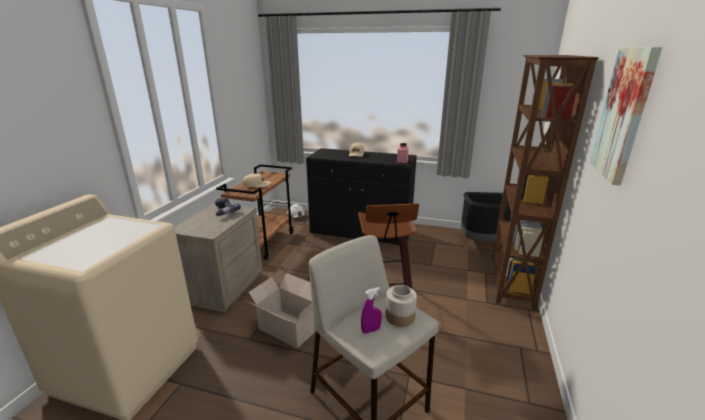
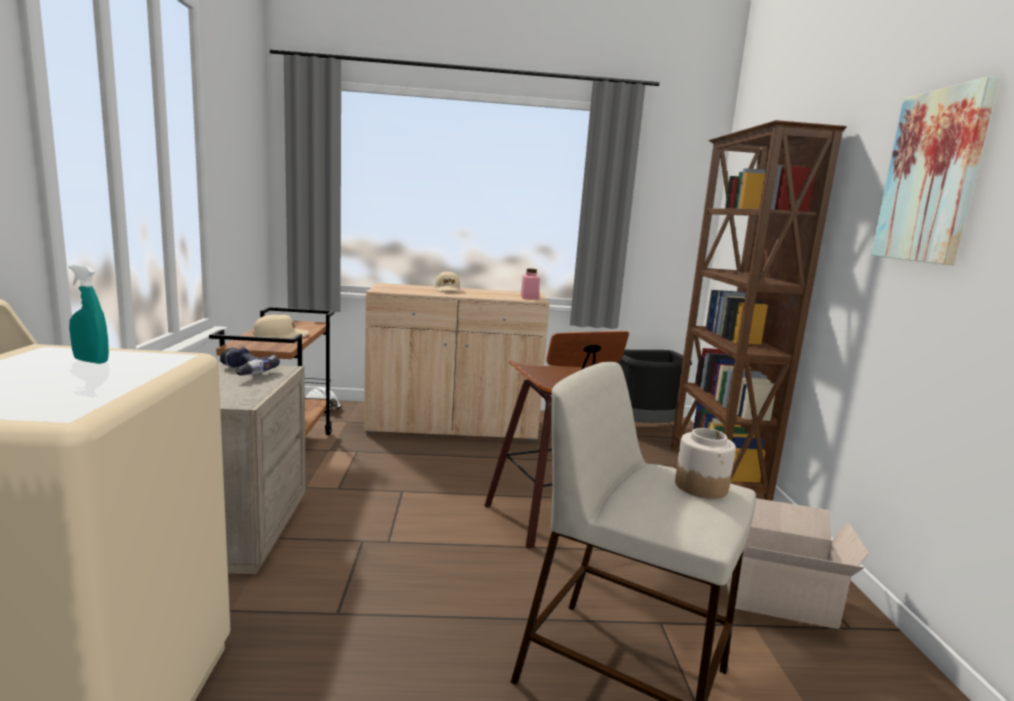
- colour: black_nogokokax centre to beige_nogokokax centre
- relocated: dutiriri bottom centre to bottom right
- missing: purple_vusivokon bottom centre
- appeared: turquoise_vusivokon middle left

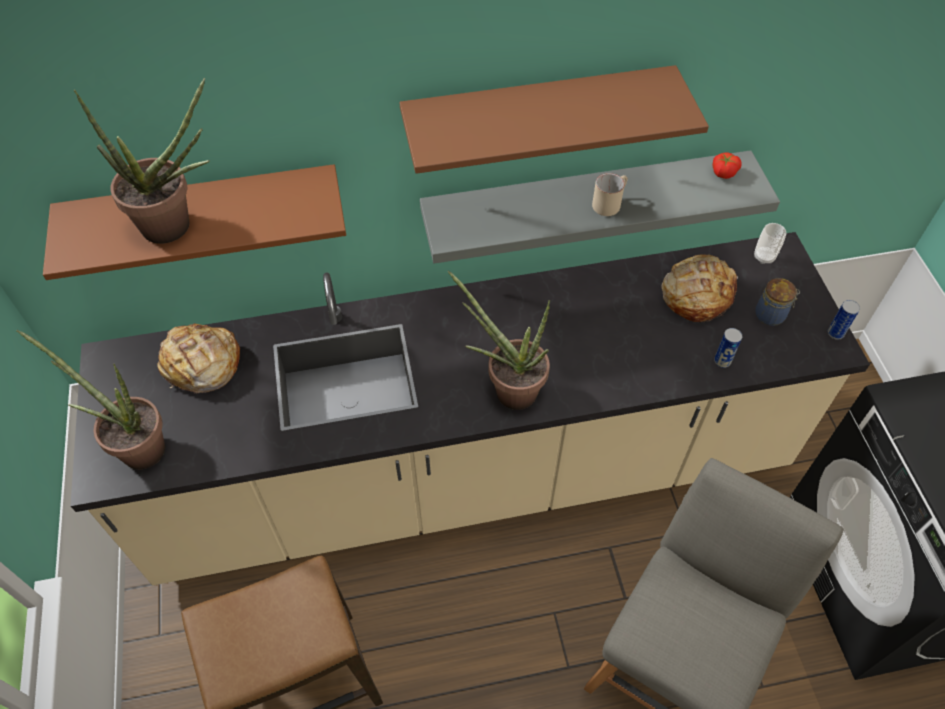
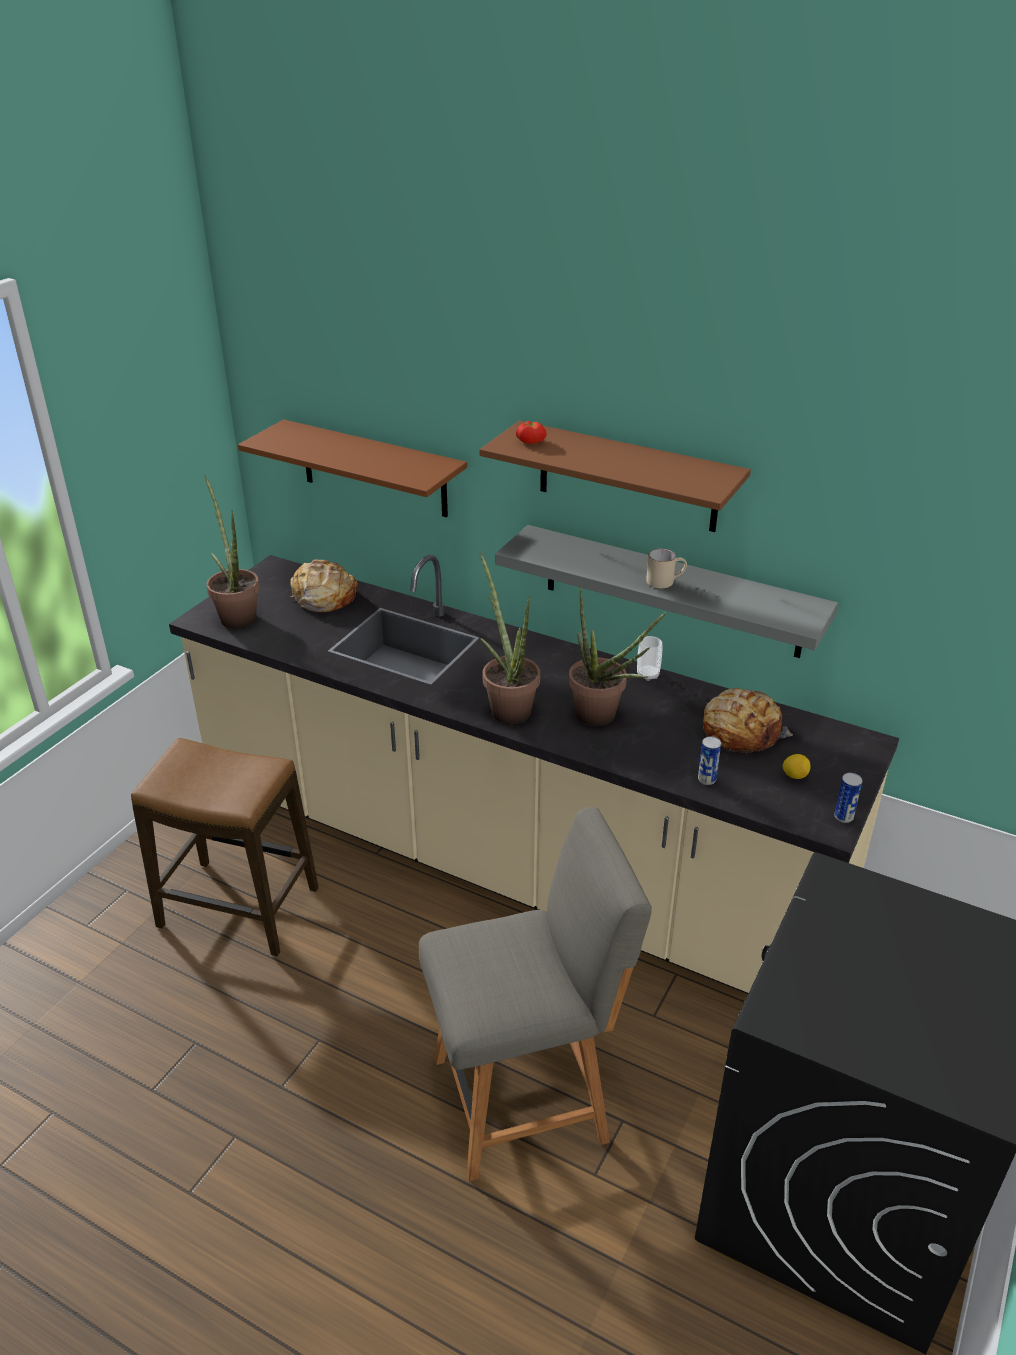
- relocated: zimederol (no. 2 from left in the first image) top left to zimederol (no. 3 from left) centre
- relocated: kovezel top right to top centre
- relocated: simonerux middle right to centre
- exchanged: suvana middle right to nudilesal middle right

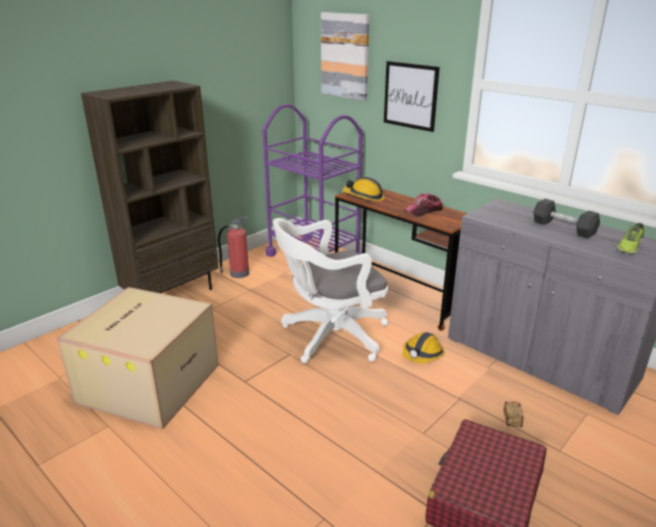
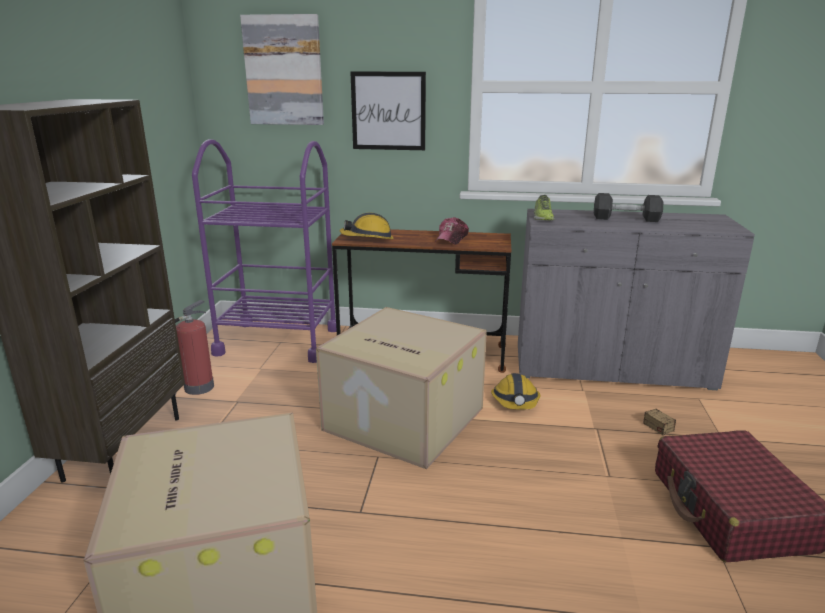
- exchanged: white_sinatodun centre to dutiriri (no. 2 from left) centre
- relocated: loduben middle right to centre

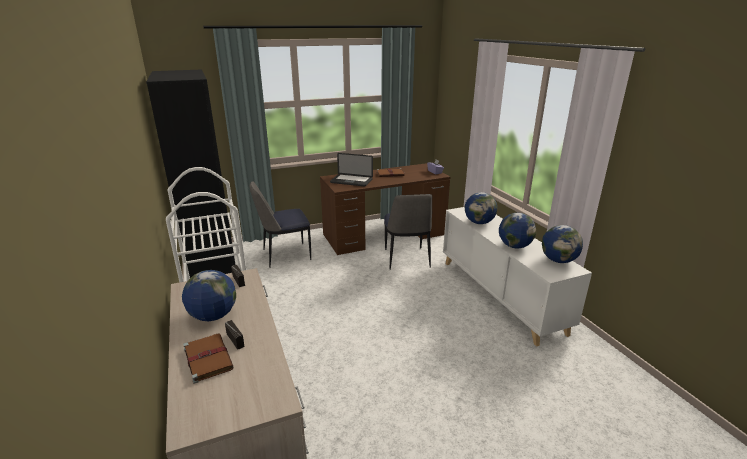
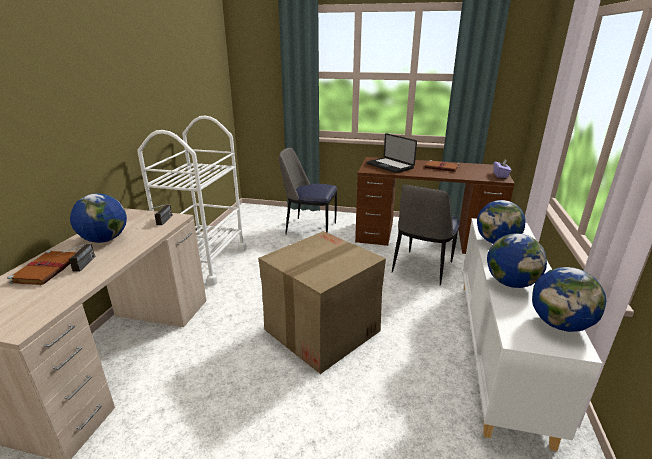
- missing: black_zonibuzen middle left
- appeared: dutiriri centre

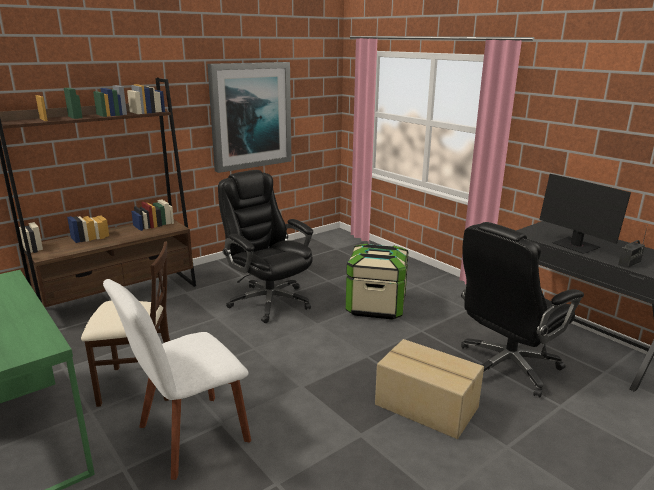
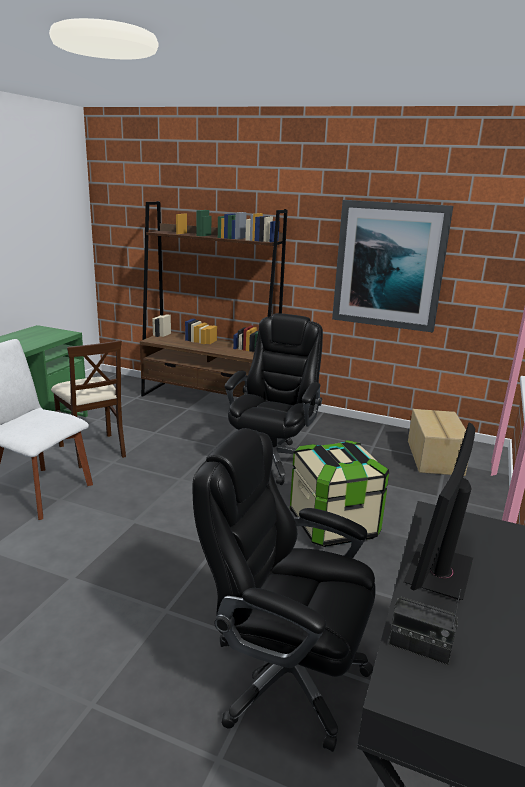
- relocated: dutiriri bottom centre to middle right

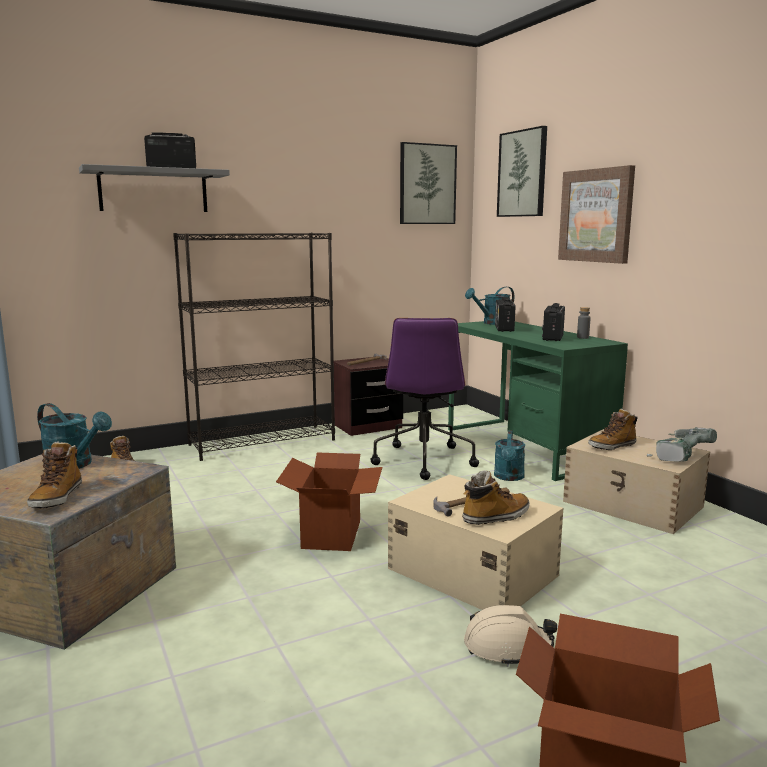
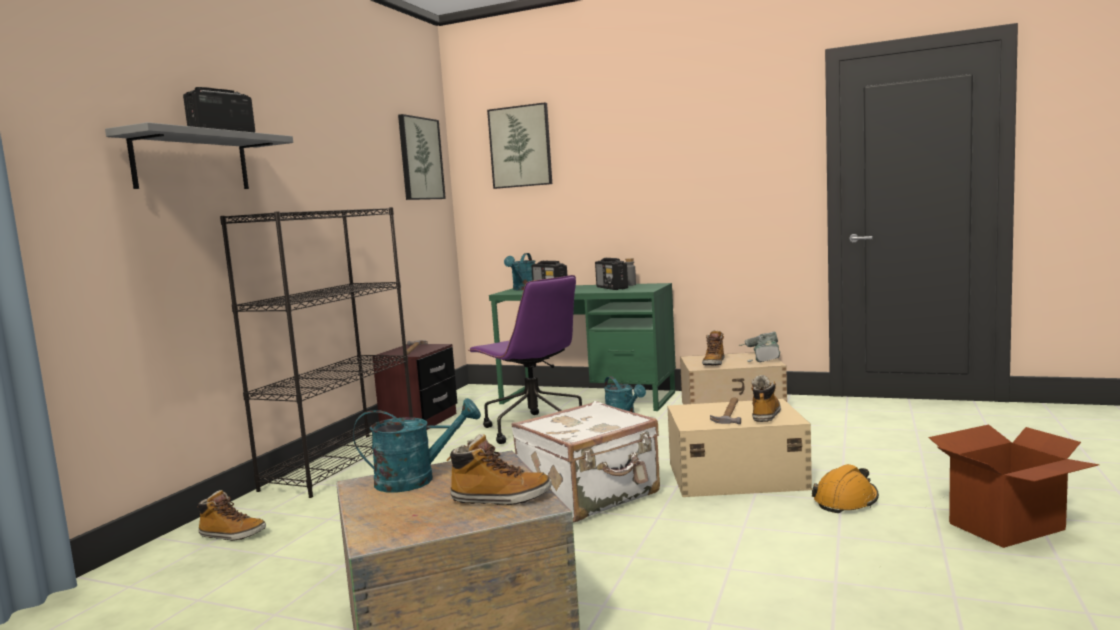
- missing: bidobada (no. 3 from left) top right
- spun: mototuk (no. 1 from left in the first image) middle left = bottom centre 45 degrees counterclockwise
- exchanged: dutiriri (no. 1 from left) centre to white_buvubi bottom centre
- colour: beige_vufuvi bottom centre to orange_vufuvi bottom right

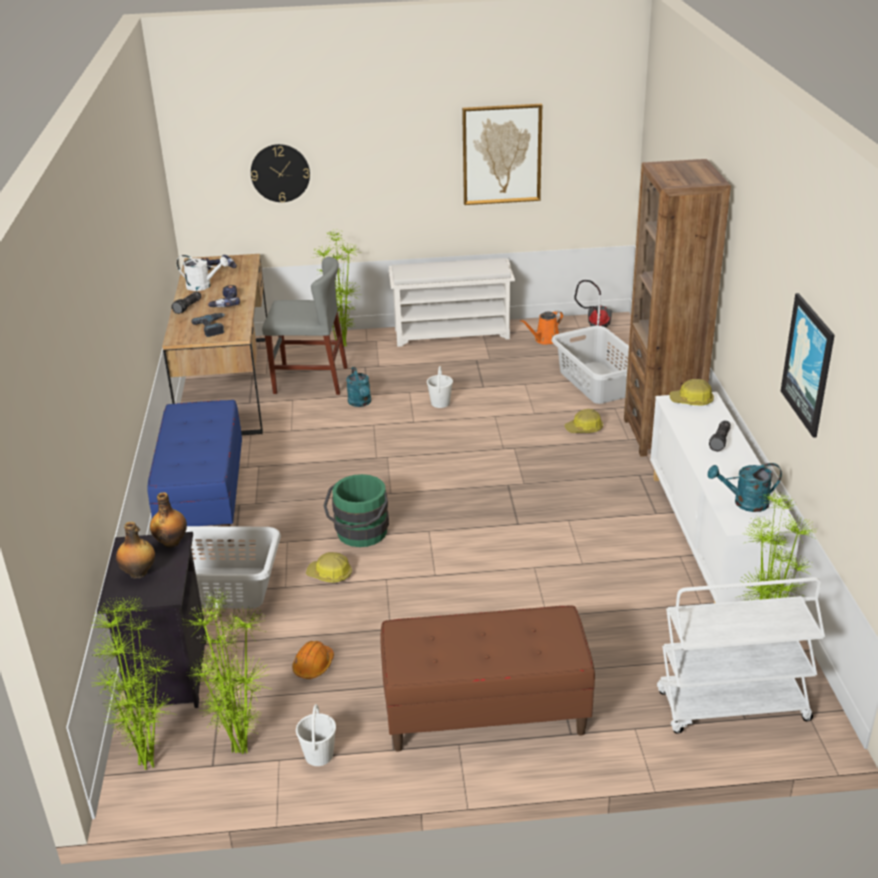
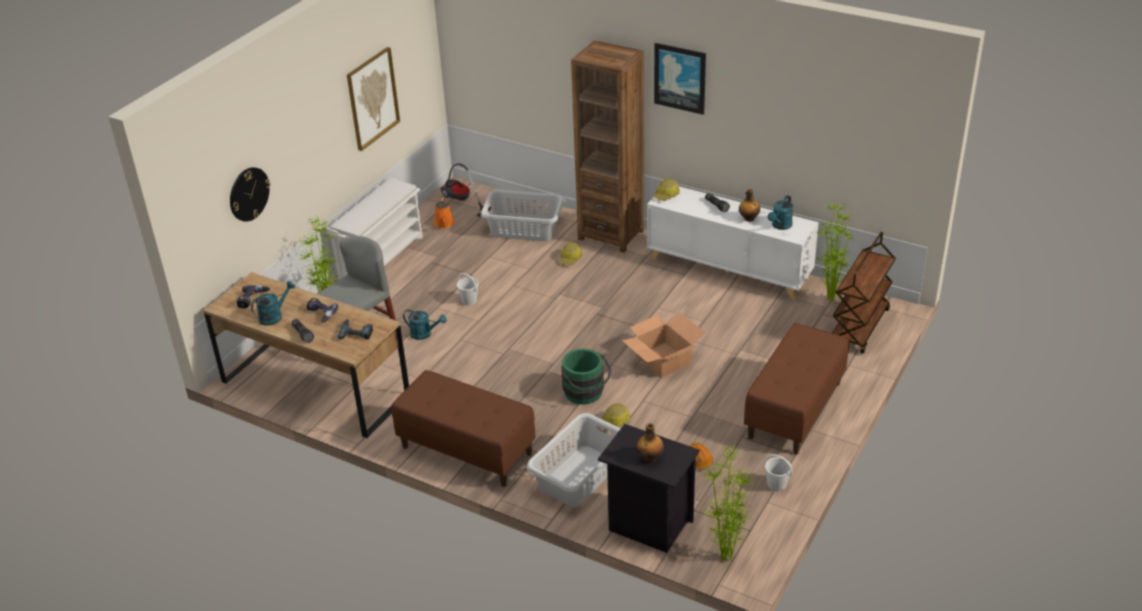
- colour: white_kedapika top left to turquoise_kedapika (no. 1 from left) middle left
- relocated: bidobada (no. 2 from left) middle right to top centre
- colour: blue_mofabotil middle left to brown_mofabotil (no. 1 from left) bottom centre
- relocated: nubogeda (no. 2 from left) middle left to centre
- colour: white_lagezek bottom right to brown_lagezek middle right
- missing: zimederol (no. 2 from left) bottom left
- appeared: dutiriri centre

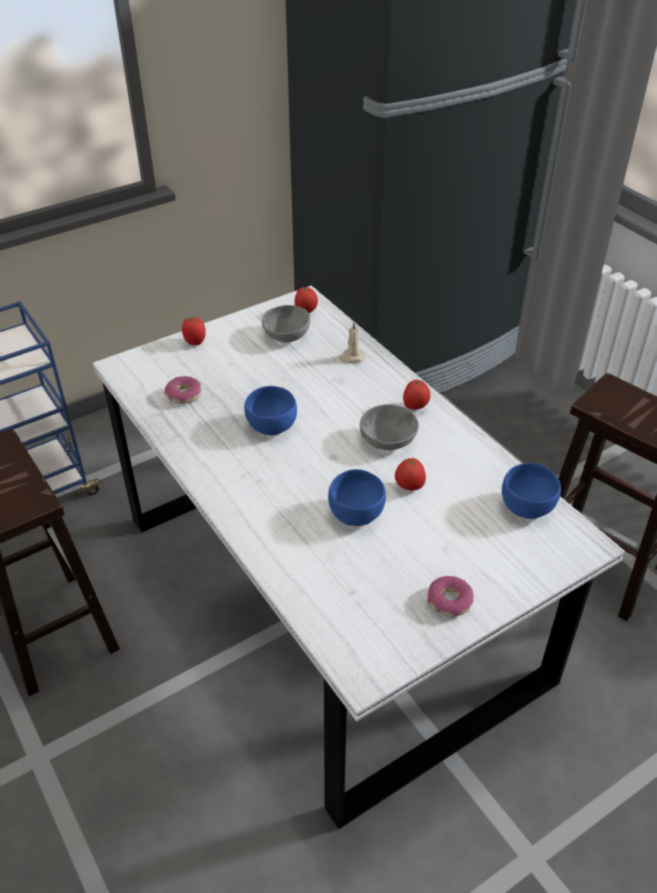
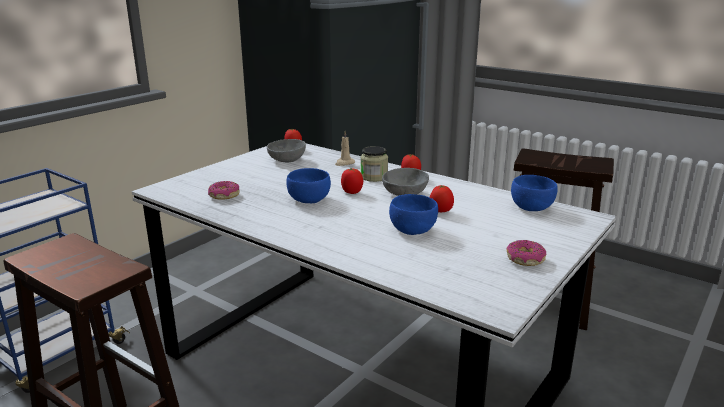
- relocated: kovezel (no. 1 from left in the first image) middle left to kovezel (no. 2 from left) centre
- appeared: suvana centre

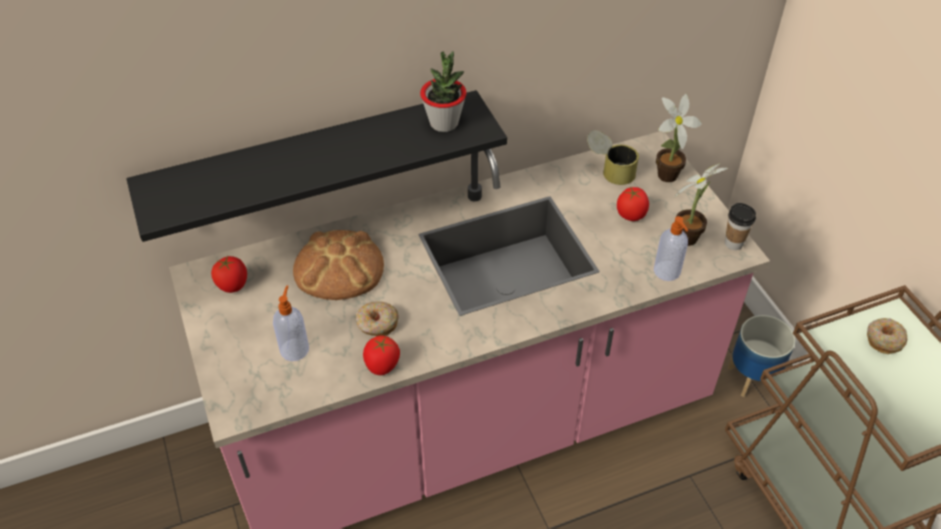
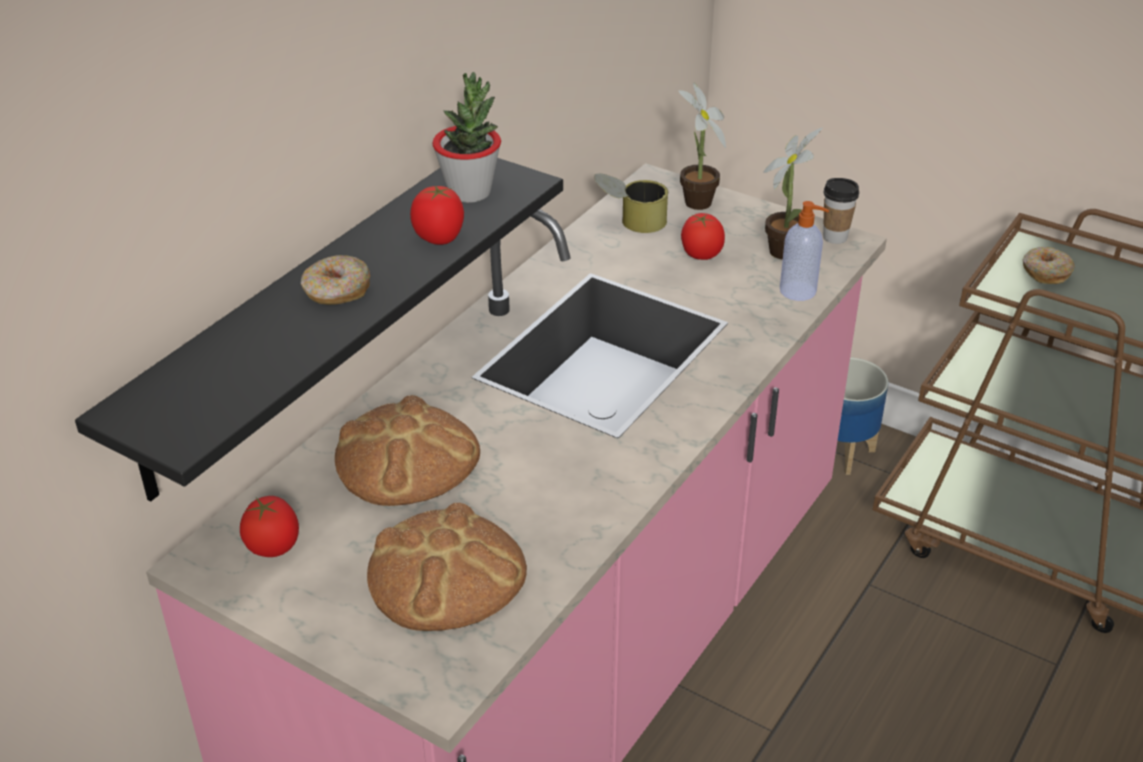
- exchanged: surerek (no. 1 from left) middle left to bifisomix (no. 2 from left) bottom centre
- relocated: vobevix (no. 1 from left) centre to middle left
- relocated: kovezel (no. 2 from left) bottom centre to top centre

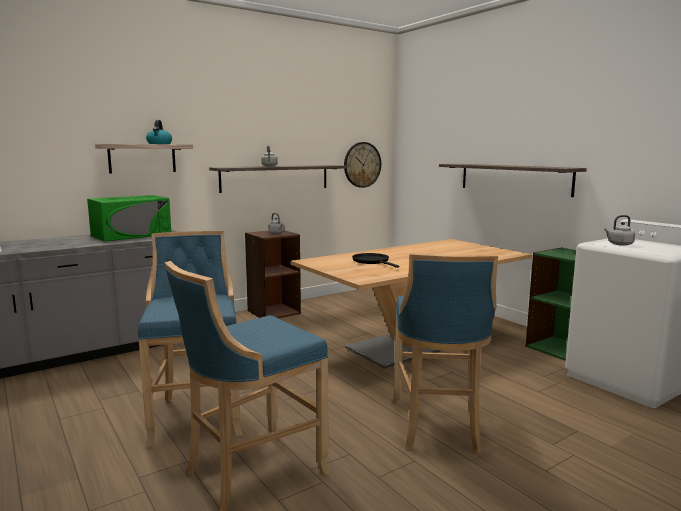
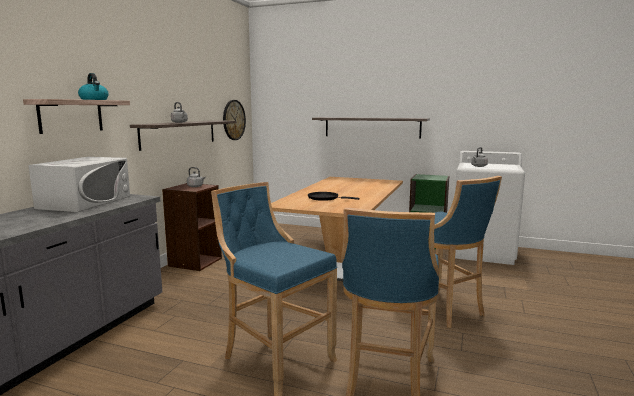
- colour: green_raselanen middle left to white_raselanen middle left

